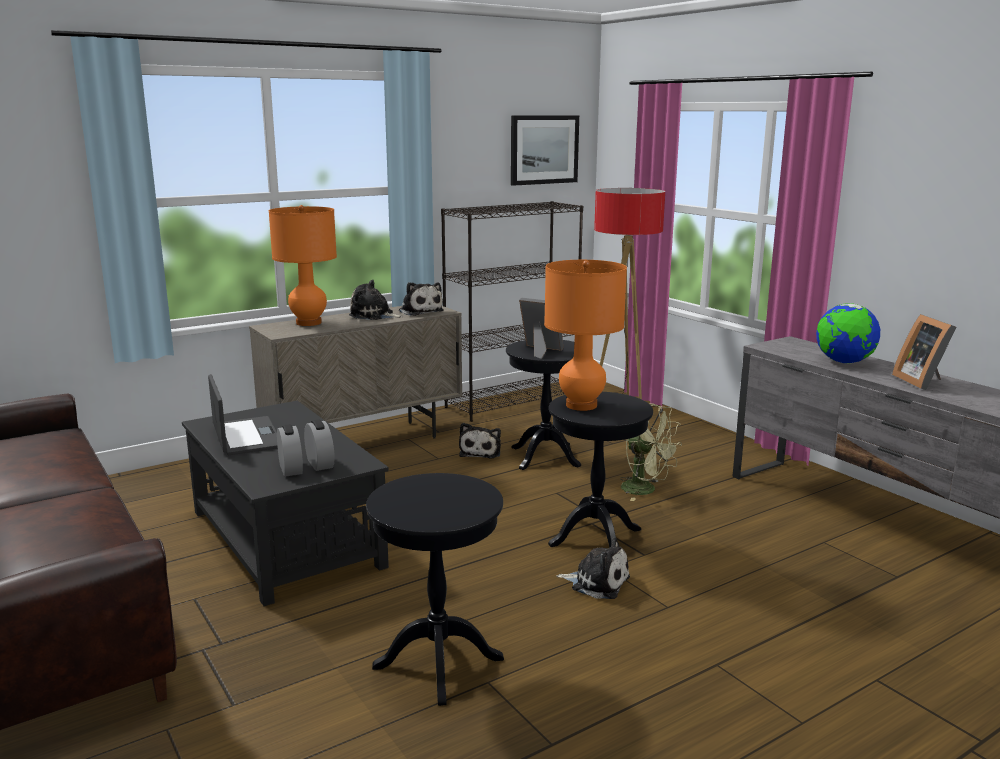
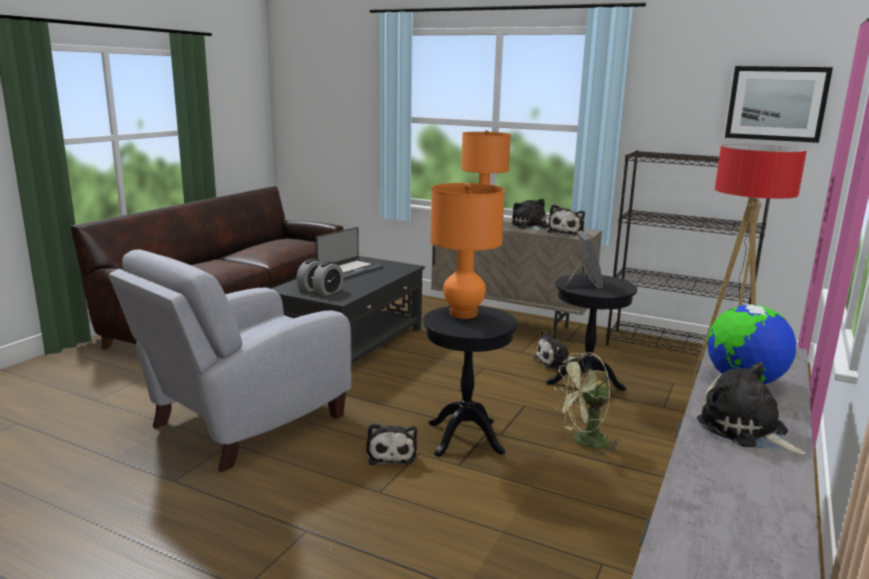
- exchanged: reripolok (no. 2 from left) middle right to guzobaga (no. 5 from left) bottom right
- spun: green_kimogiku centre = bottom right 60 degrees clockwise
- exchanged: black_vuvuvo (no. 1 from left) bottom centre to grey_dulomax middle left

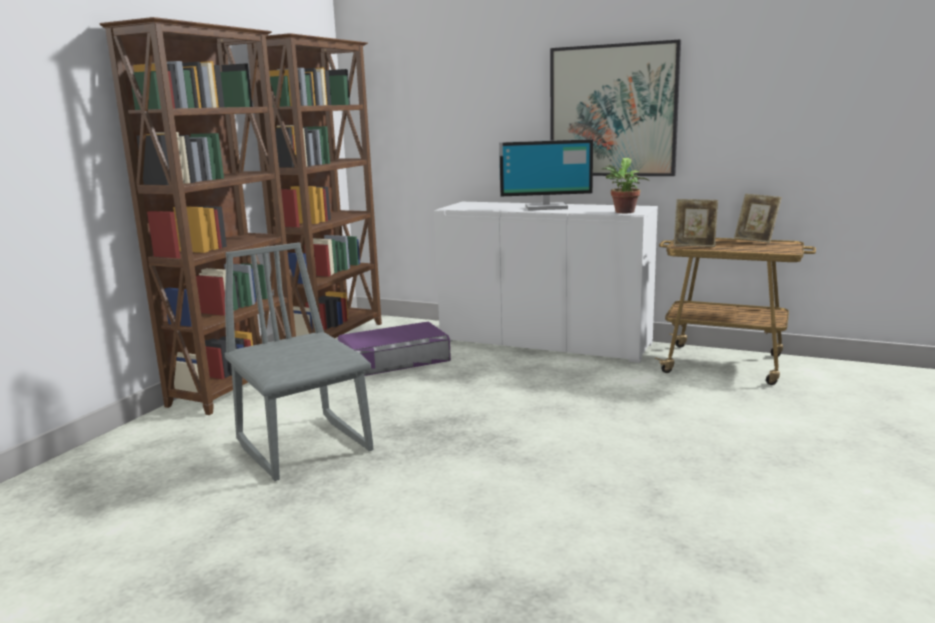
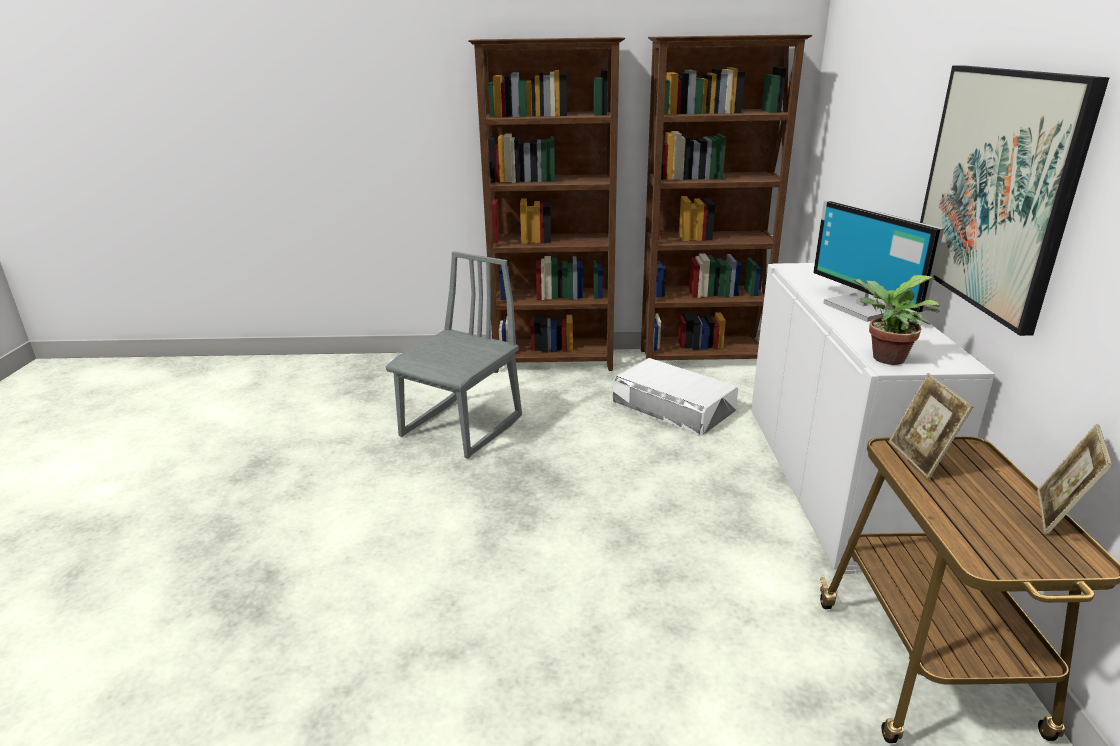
- colour: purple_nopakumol centre to white_nopakumol centre

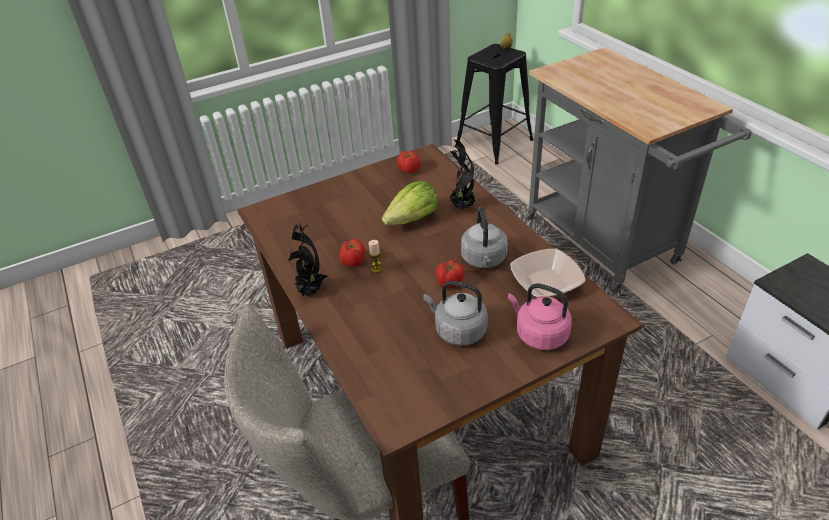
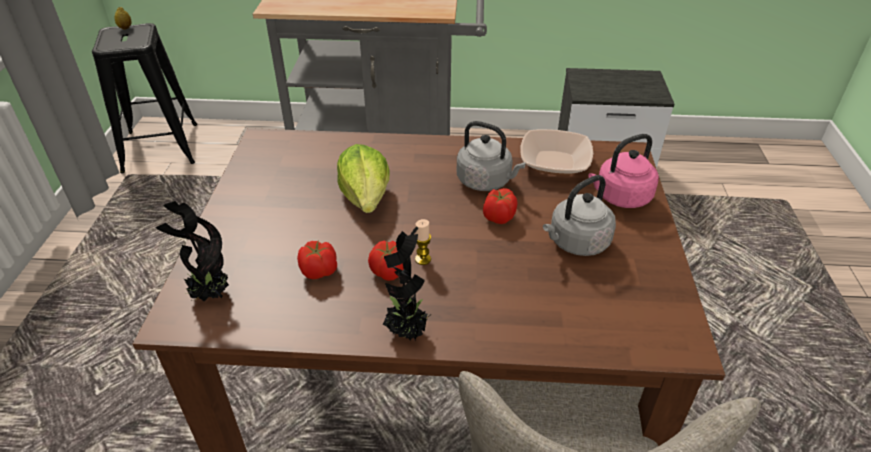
- relocated: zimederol (no. 2 from left in the first image) centre to zimederol (no. 1 from left) middle left
- relocated: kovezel (no. 2 from left in the first image) top centre to kovezel (no. 1 from left) centre

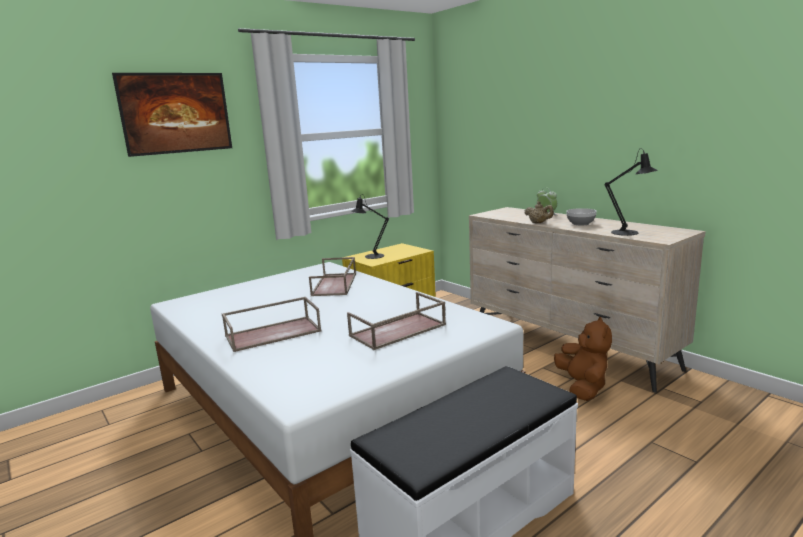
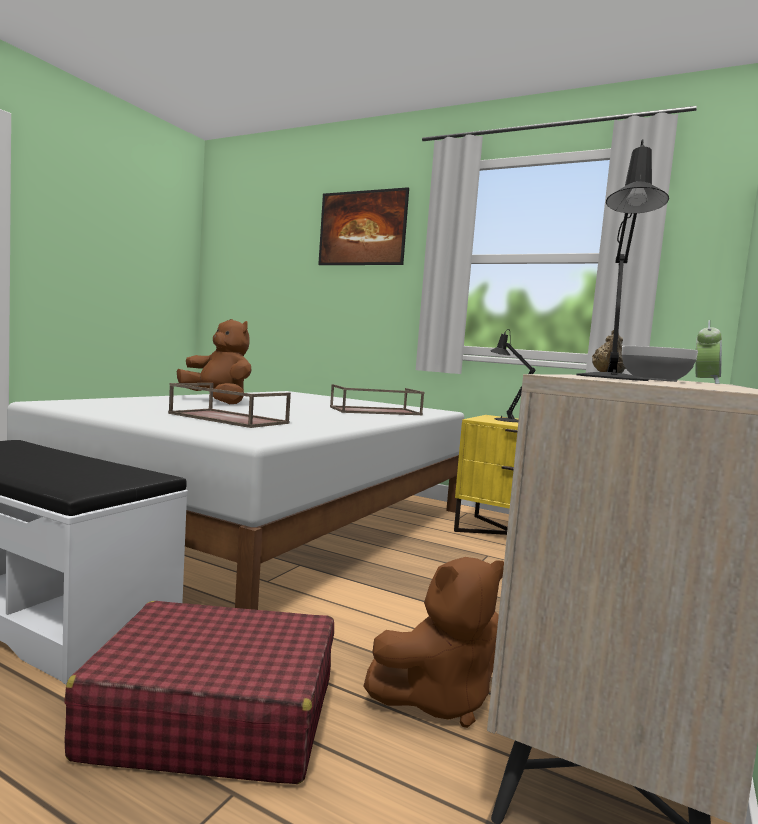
- exchanged: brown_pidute (no. 1 from left) centre to brown_guzobaga (no. 1 from left) middle left
- appeared: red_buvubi bottom left

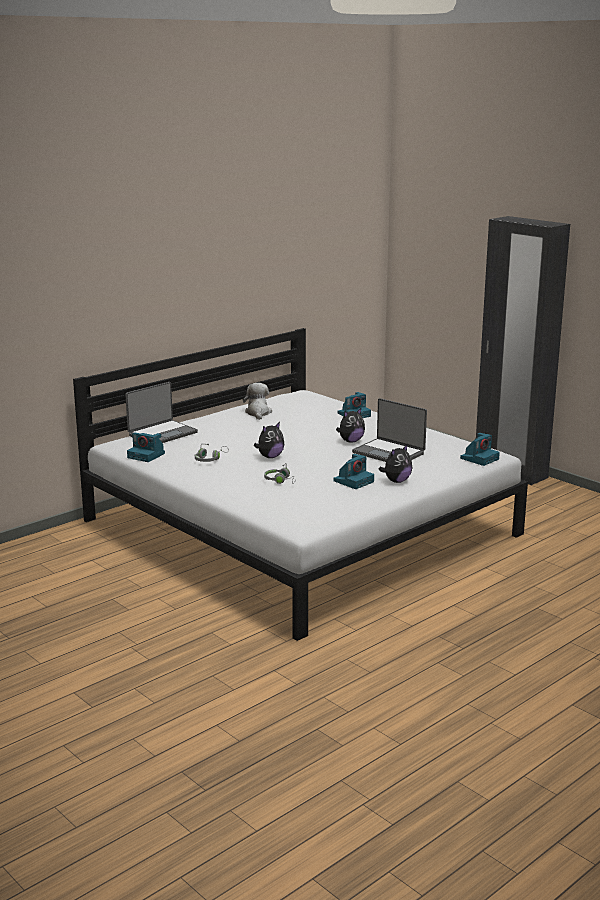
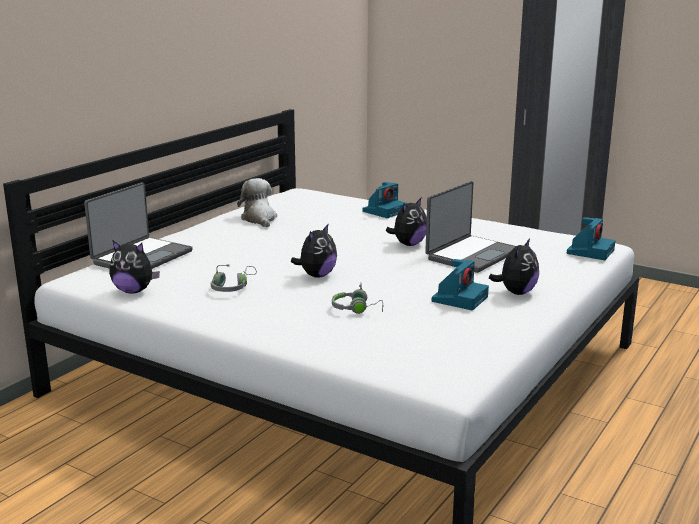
- spun: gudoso (no. 2 from left) centre = middle right 75 degrees counterclockwise
- exchanged: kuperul (no. 1 from left) middle left to guzobaga (no. 1 from left) middle left

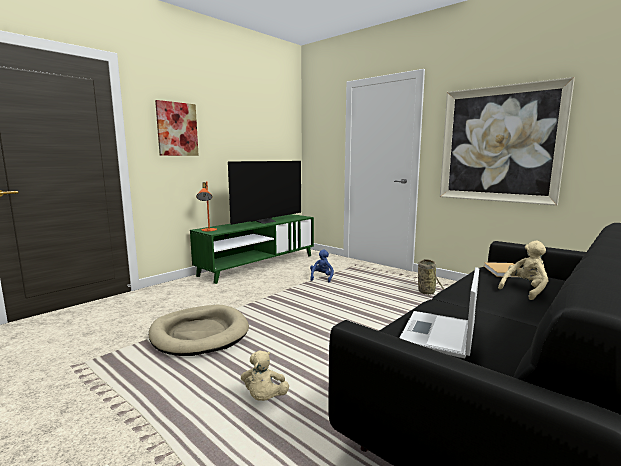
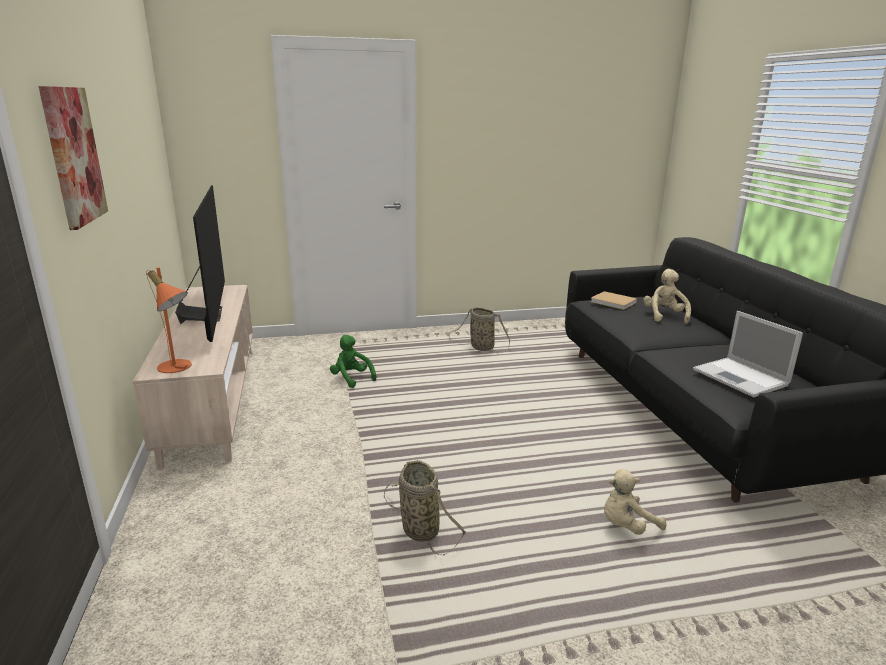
- missing: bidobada (no. 2 from left) top right
- colour: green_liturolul centre to beige_liturolul middle left
- colour: blue_guzobaga centre to green_guzobaga centre
- exchanged: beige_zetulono bottom left to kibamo (no. 1 from left) bottom centre
- spun: beige_guzobaga (no. 1 from left) bottom centre = bottom right 120 degrees clockwise

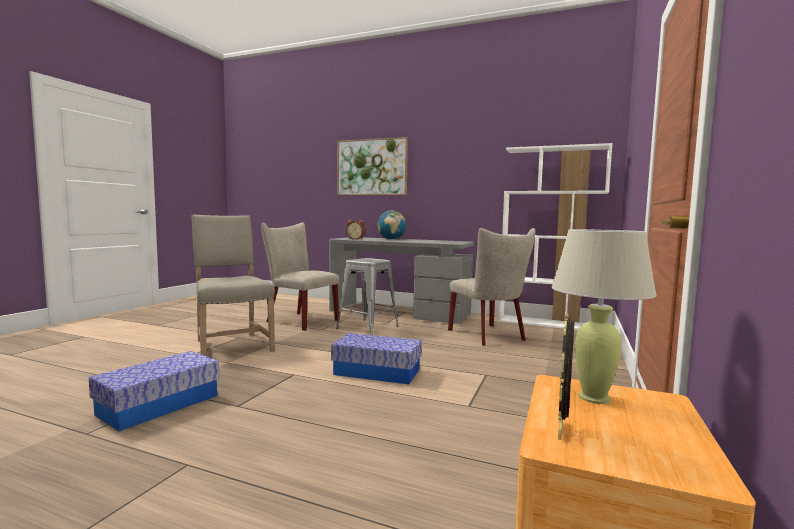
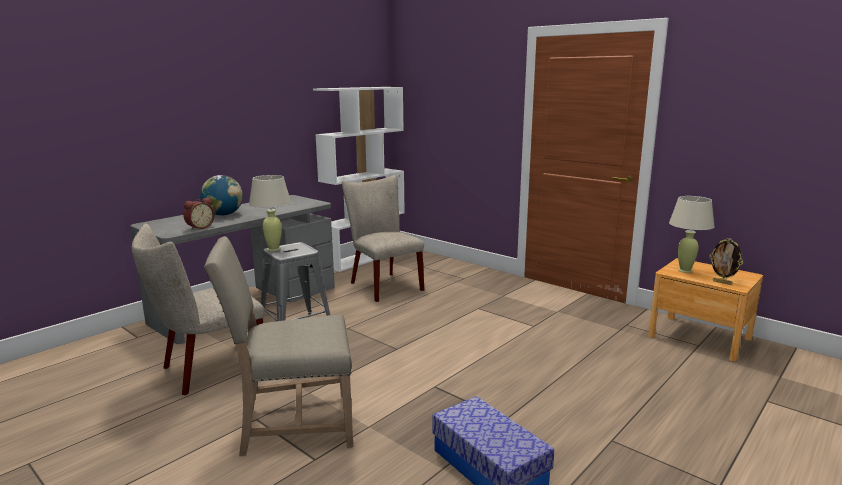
- missing: bidobada top centre
- spun: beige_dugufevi (no. 3 from left) centre = centre 120 degrees counterclockwise
- missing: nopakumol (no. 2 from left) bottom centre
- appeared: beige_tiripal (no. 1 from left) middle left

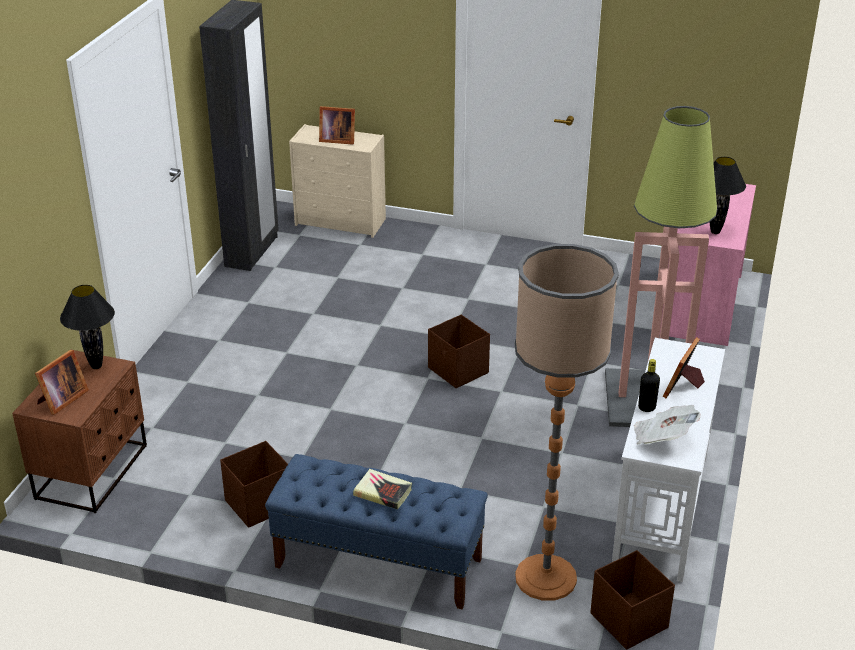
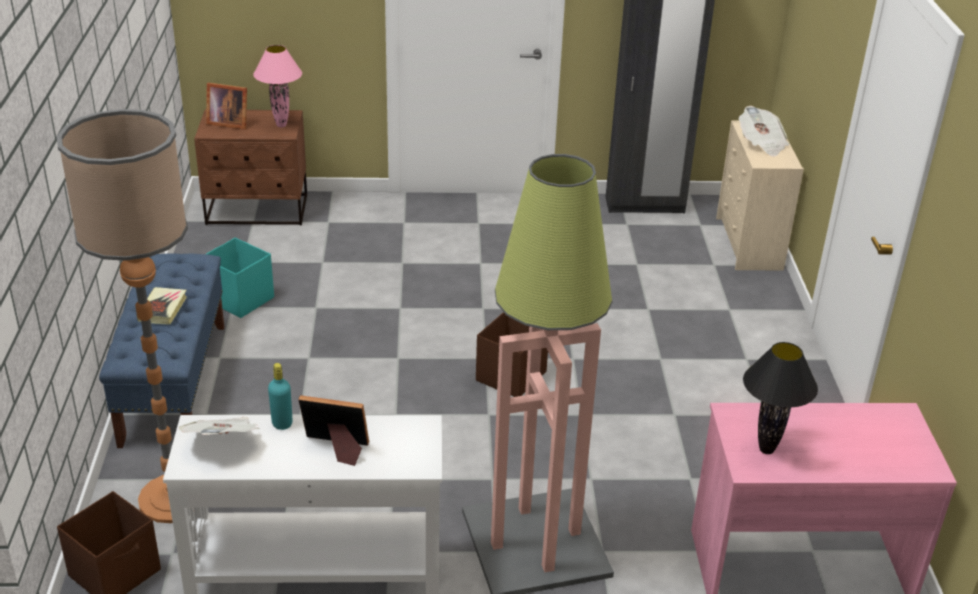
- exchanged: reripolok (no. 2 from left) top centre to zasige (no. 2 from left) top right
- colour: black_tiripal (no. 1 from left) middle left to pink_tiripal top left
- colour: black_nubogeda middle right to turquoise_nubogeda bottom left
- colour: brown_nopakumol (no. 1 from left) bottom left to turquoise_nopakumol middle left

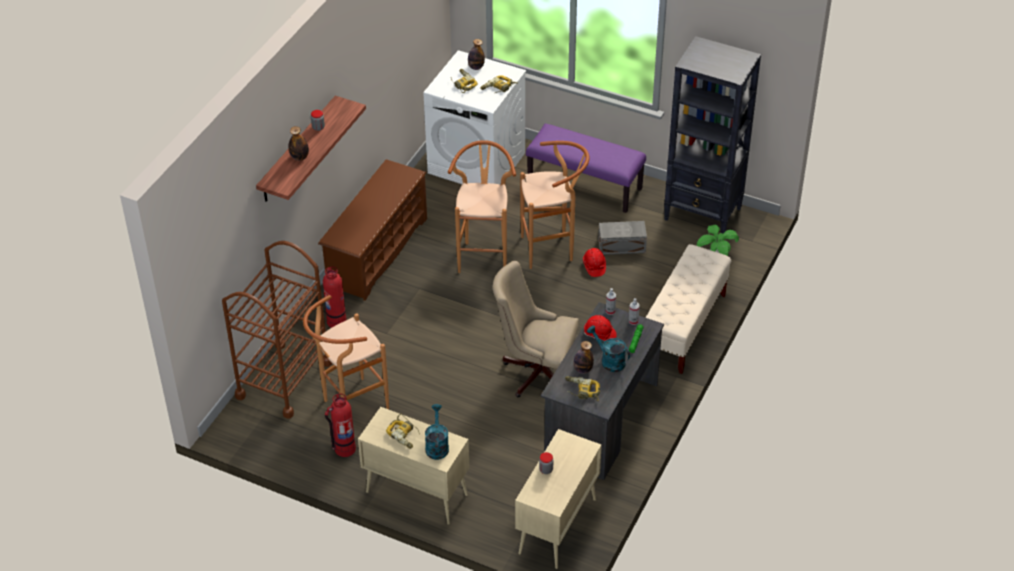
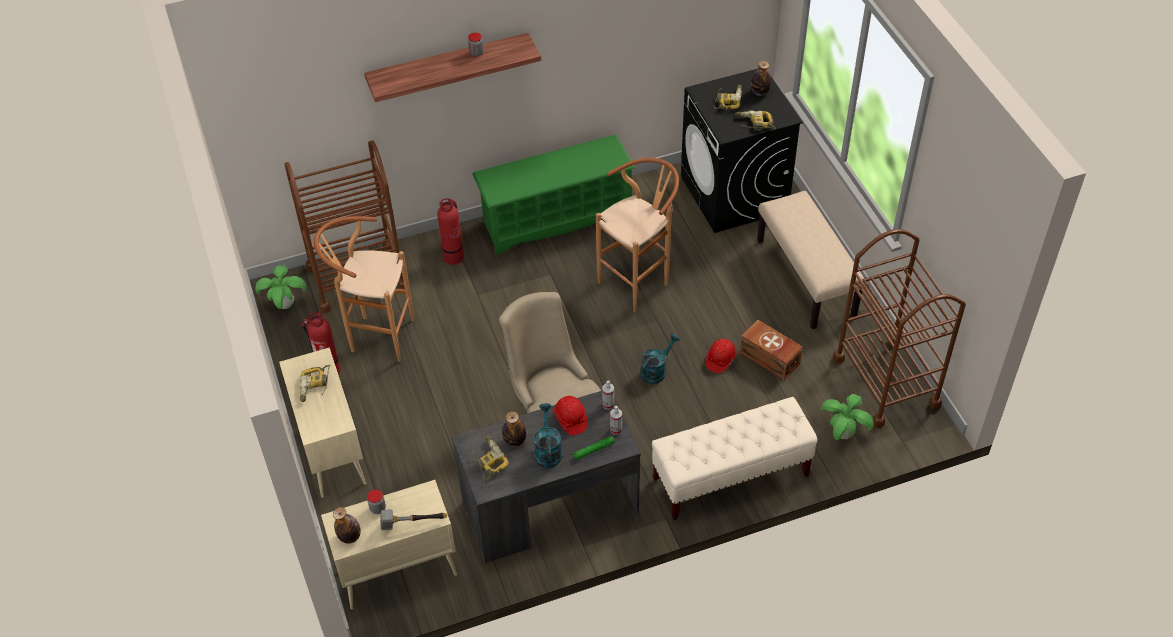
- exchanged: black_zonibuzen top right to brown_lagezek (no. 2 from left) middle right
- colour: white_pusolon top centre to black_pusolon top centre
- colour: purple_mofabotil top centre to beige_mofabotil (no. 2 from left) middle right
- relocated: nubogeda (no. 1 from left) top left to bottom left
- missing: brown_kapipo (no. 3 from left) centre
- colour: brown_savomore centre to green_savomore top centre
- colour: grey_nopakumol centre to brown_nopakumol centre
- relocated: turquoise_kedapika (no. 1 from left in the first image) bottom centre to turquoise_kedapika (no. 2 from left) centre
- appeared: zimederol (no. 1 from left) middle left
- appeared: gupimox bottom centre

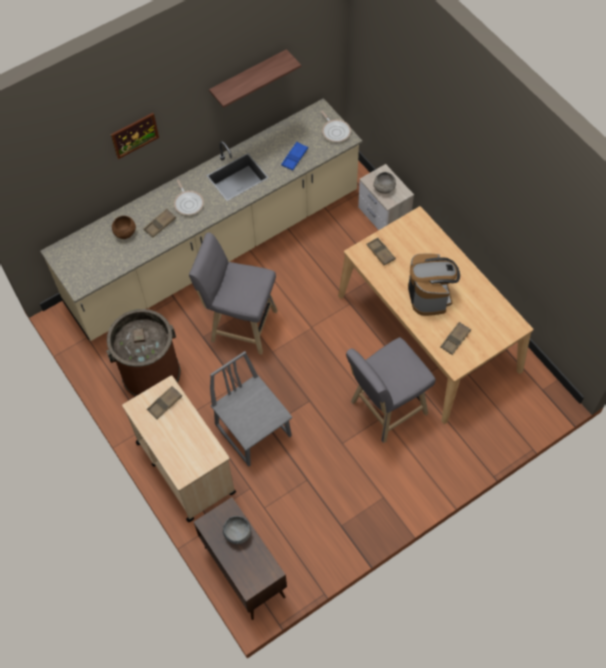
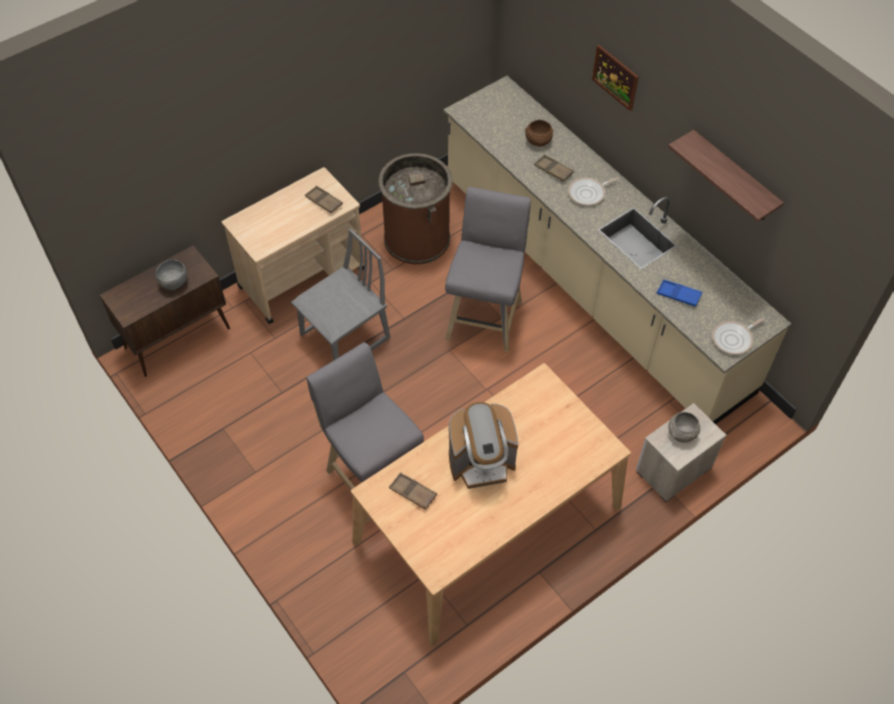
- missing: brown_pidute (no. 3 from left) centre

